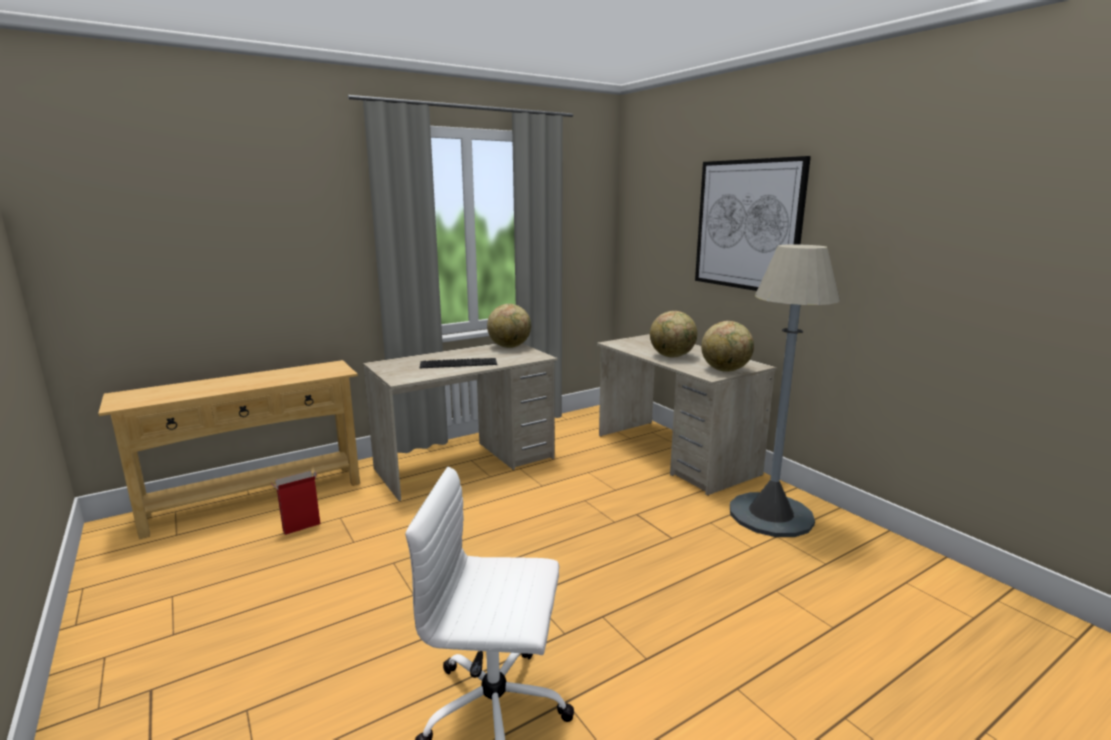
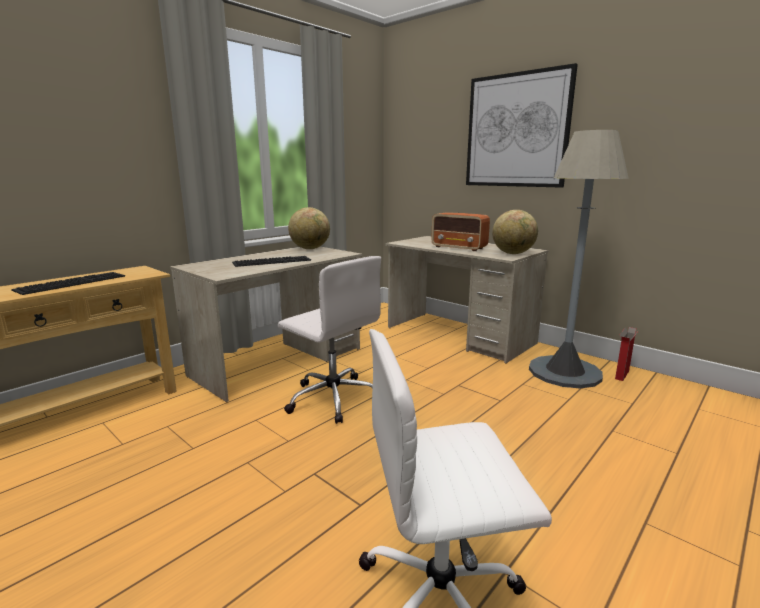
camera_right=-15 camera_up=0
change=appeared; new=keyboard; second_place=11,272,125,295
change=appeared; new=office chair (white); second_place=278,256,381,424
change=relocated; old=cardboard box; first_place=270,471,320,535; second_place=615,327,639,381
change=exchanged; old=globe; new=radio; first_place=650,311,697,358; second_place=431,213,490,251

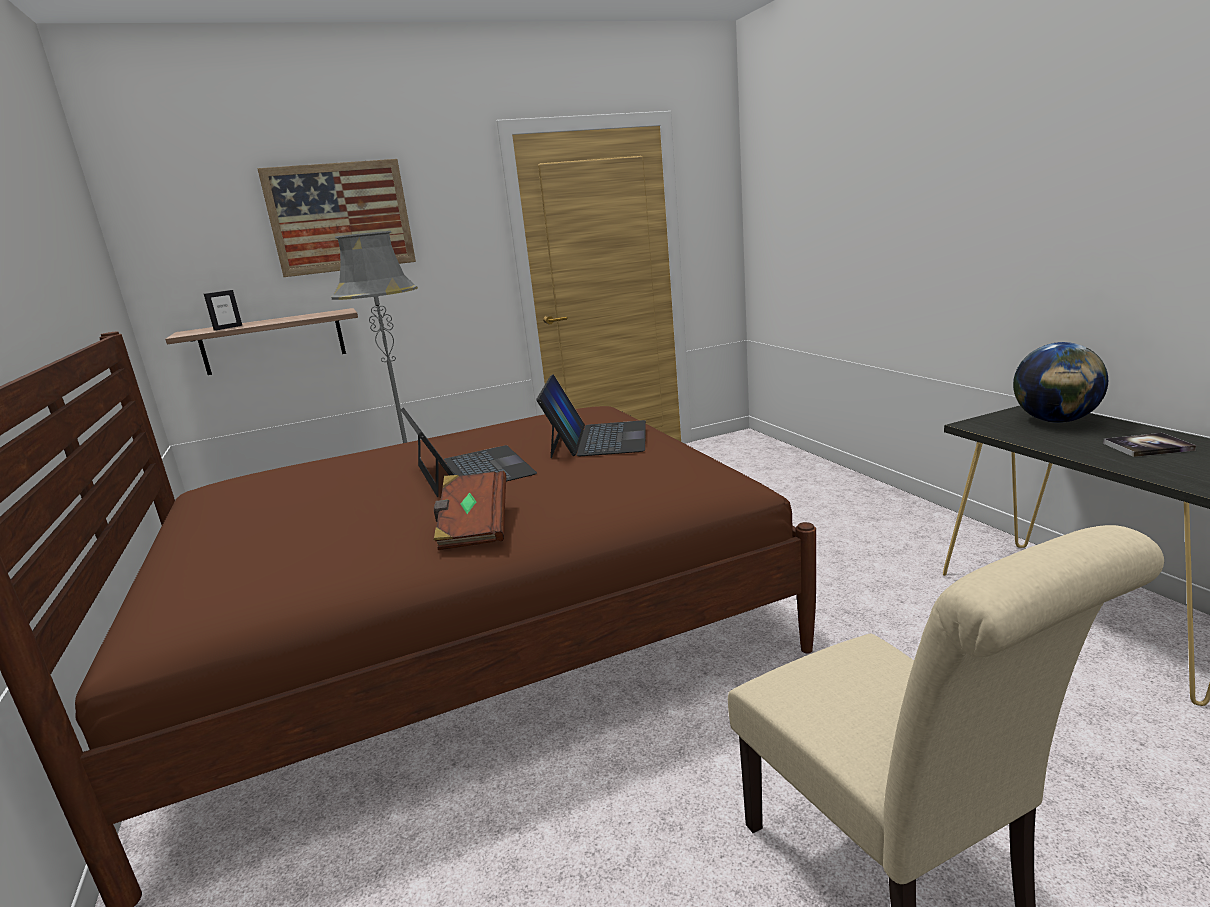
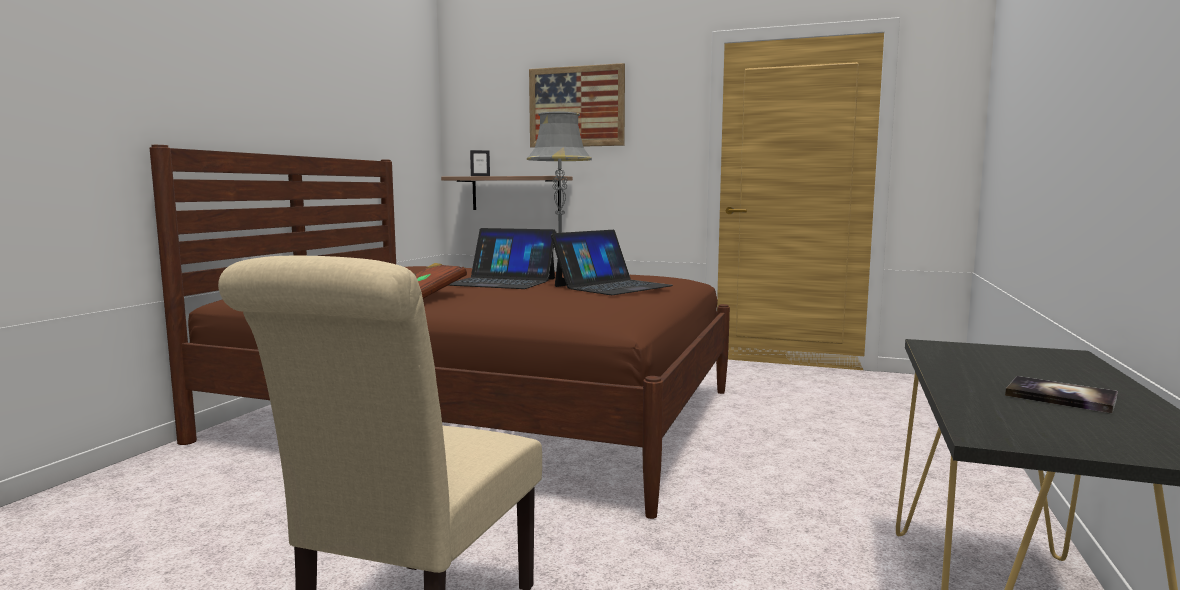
camera_right=40 camera_up=-10
change=missing; old=globe; first_place=1013,342,1108,423
change=spun; old=laptop; first_place=400,407,537,497; second_place=448,228,556,289; degrees=90

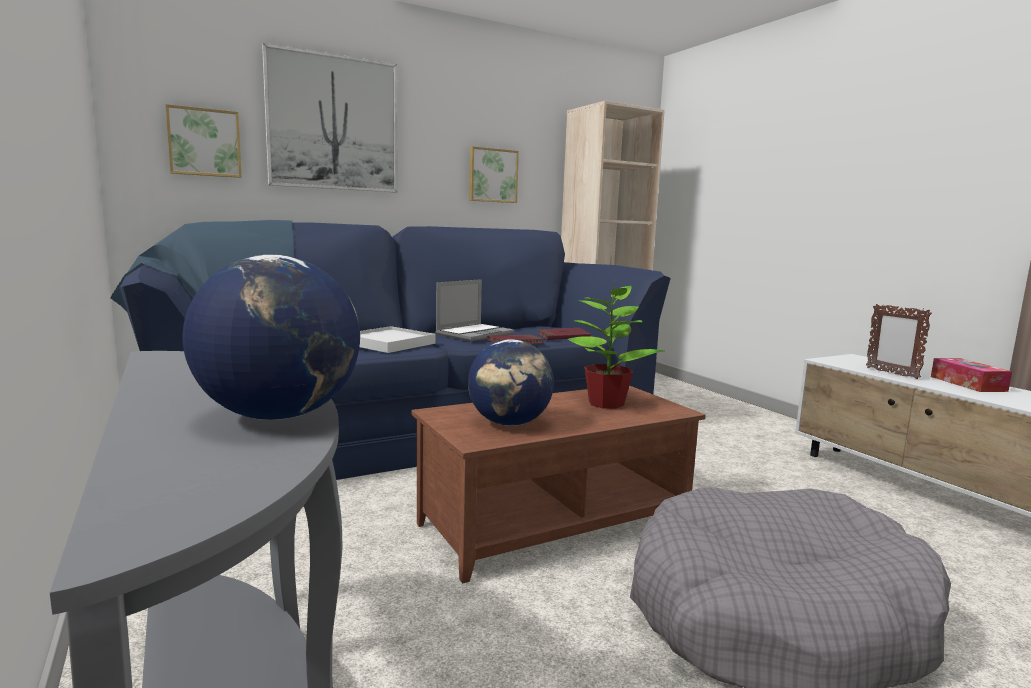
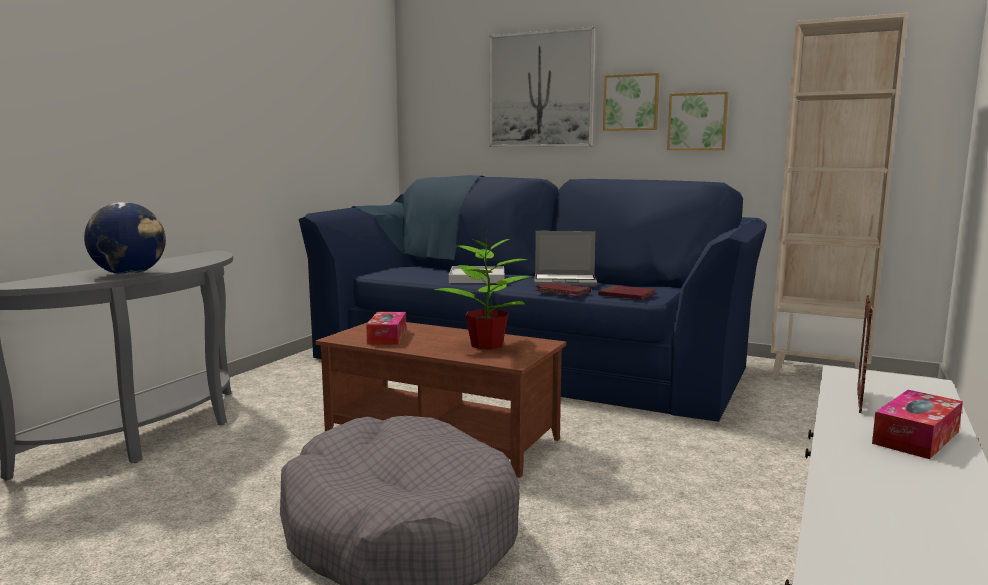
camera_right=55 camera_up=0
change=relocated; old=picture; first_place=165,104,242,178; second_place=603,73,660,131
change=exchanged; old=globe; new=tissue box; first_place=468,339,554,426; second_place=366,312,406,345

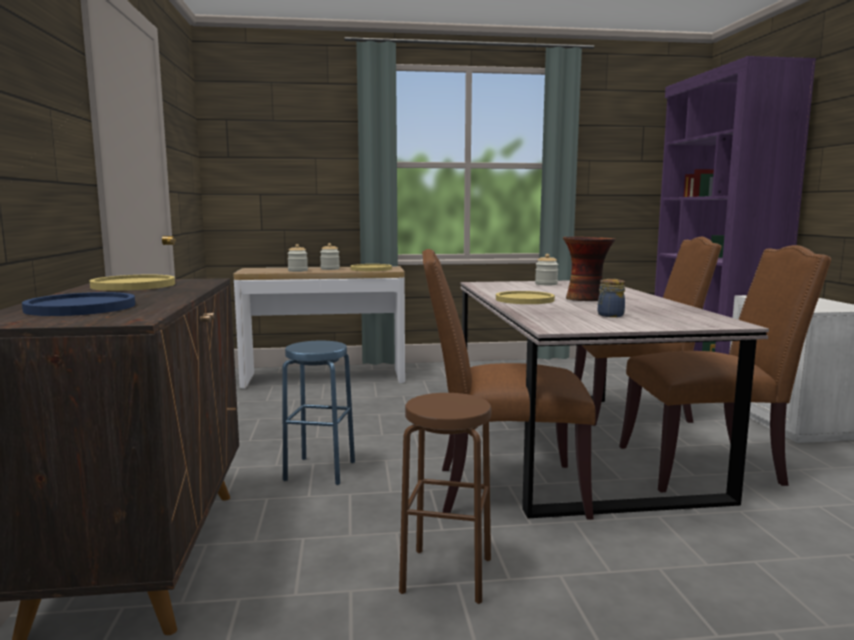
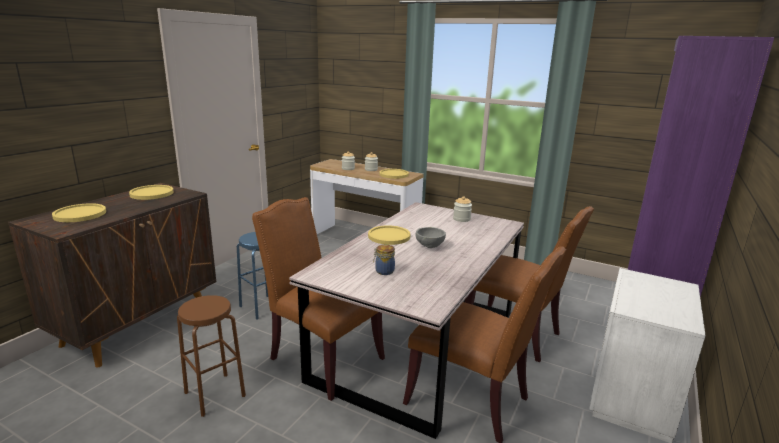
camera_right=35 camera_up=10
change=exchanged; old=vase; new=bowl (grey); first_place=563,237,615,301; second_place=416,227,446,248
change=colour; old=plate (blue); new=plate (yellow); first_place=22,292,135,316; second_place=52,203,106,222

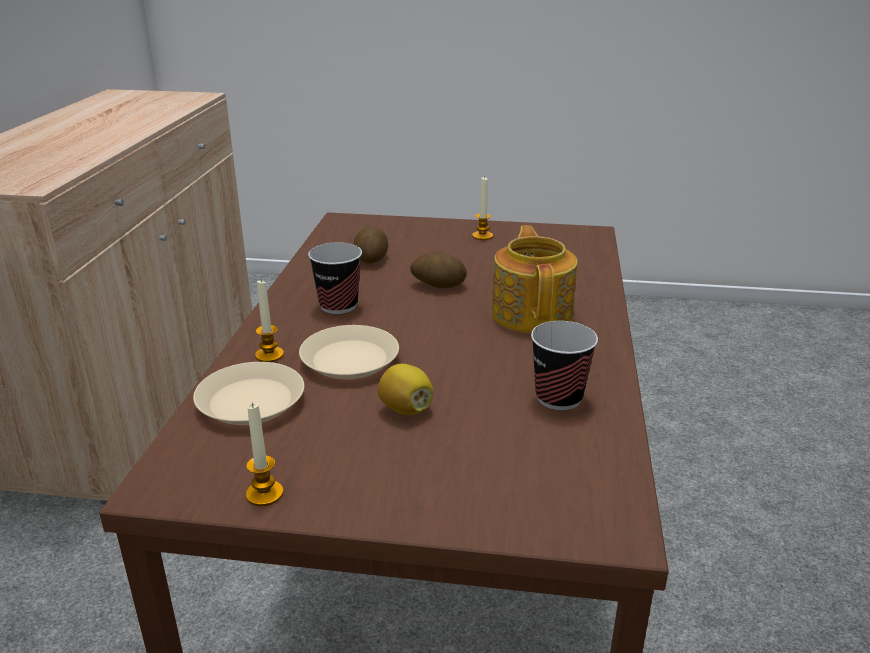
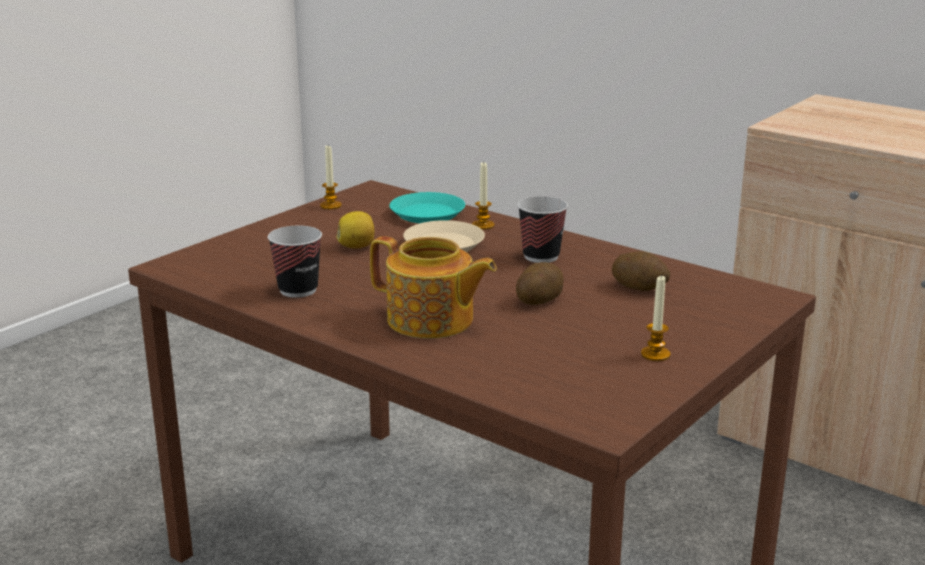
camera_right=120 camera_up=-5
change=colour; old=plate (beige); new=plate (turquoise); first_place=193,362,304,425; second_place=389,192,465,223

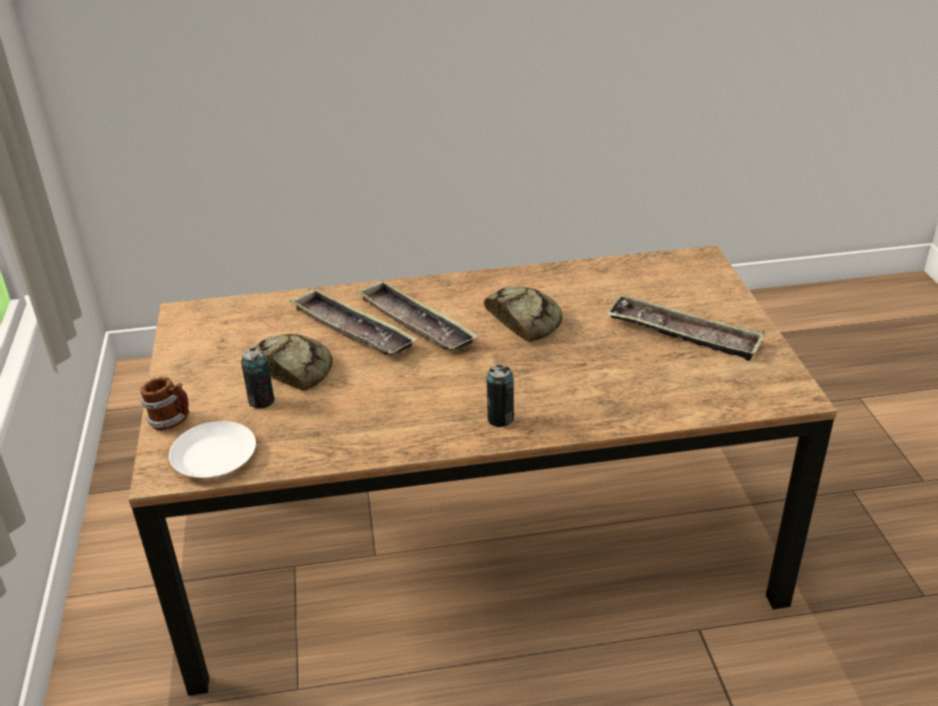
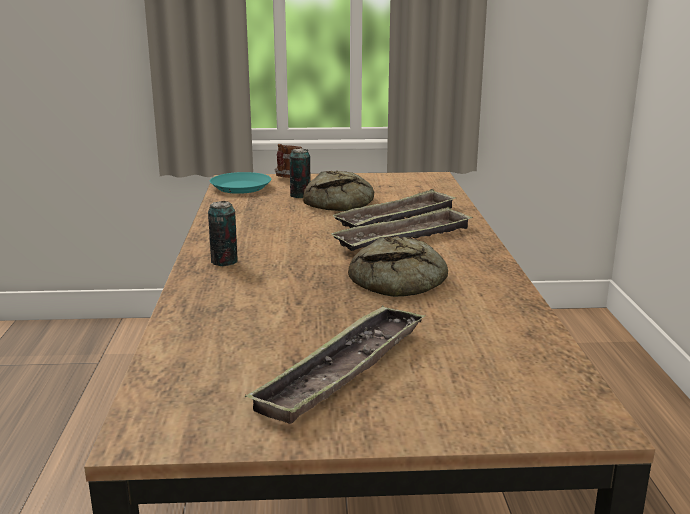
camera_right=95 camera_up=-15
change=colour; old=plate (white); new=plate (turquoise); first_place=169,421,256,478; second_place=210,172,271,194

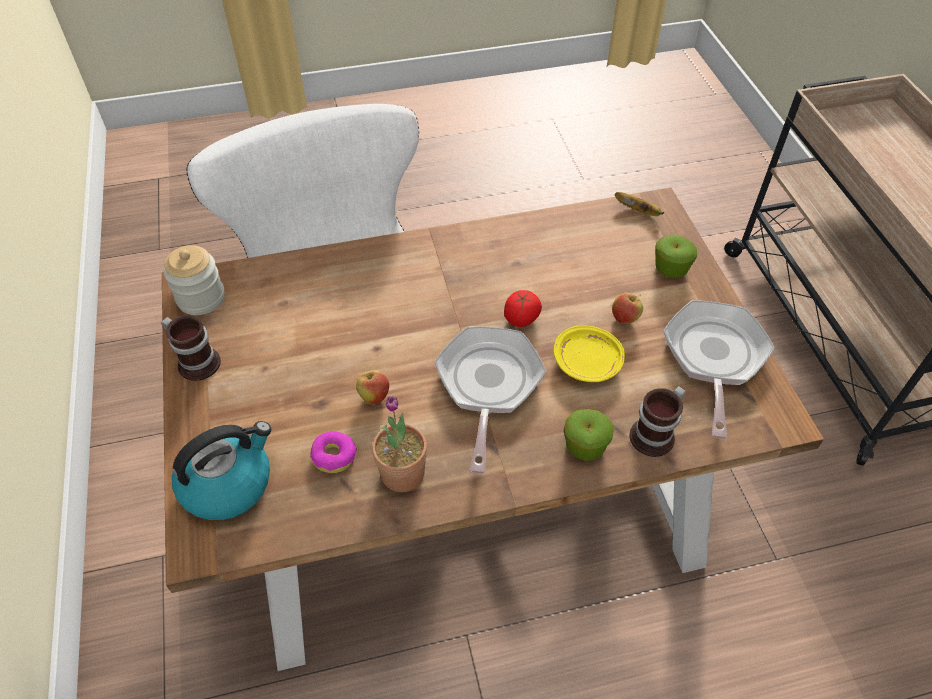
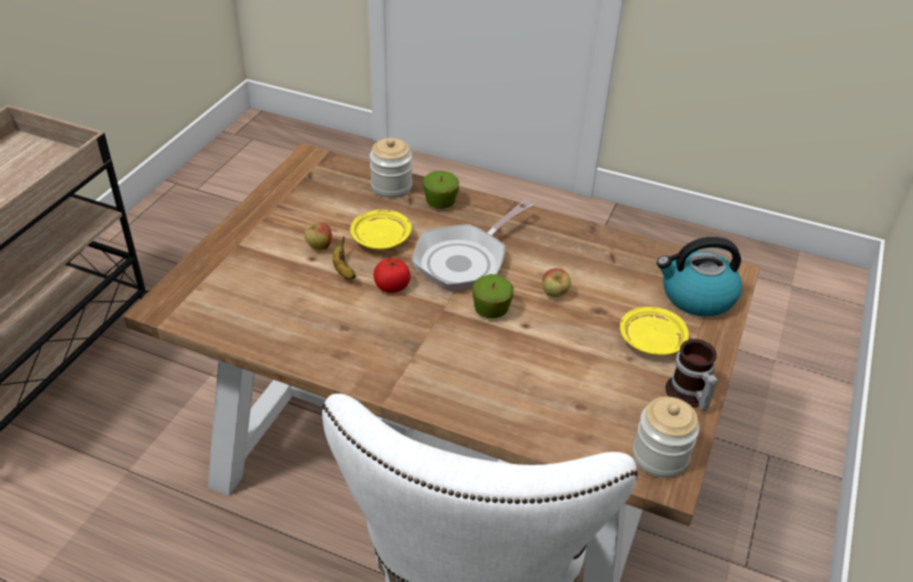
camera_right=-145 camera_up=-10
change=missing; old=donut; first_place=310,431,357,473
change=missing; old=potted plant; first_place=372,396,427,492
change=missing; old=frying pan; first_place=663,300,775,439
change=appeared; new=plate (yellow); second_place=620,307,689,355
change=relocated; old=banana; first_place=615,192,664,216; second_place=333,236,356,279
change=relocated; old=apple; first_place=655,234,697,278; second_place=473,274,514,318
change=exchanged; old=mug; new=jar; first_place=629,386,686,457; second_place=370,138,412,198

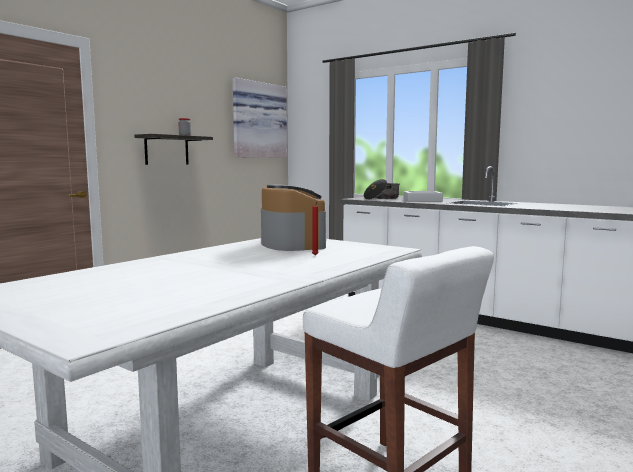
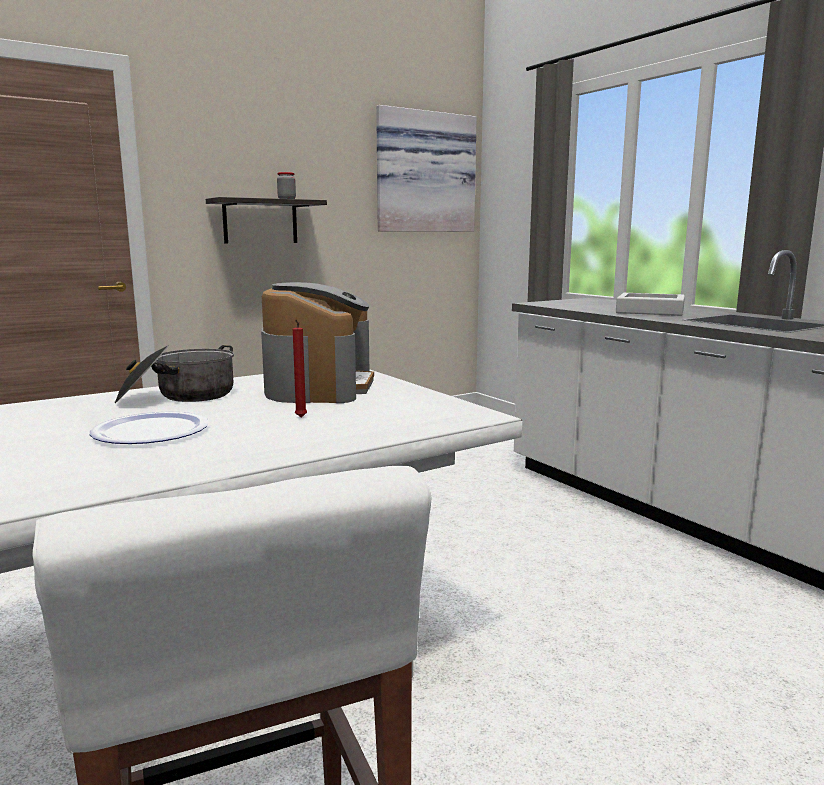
camera_right=20 camera_up=5
change=appeared; new=plate; second_place=90,412,209,444
change=relocated; old=cooking pot; first_place=364,179,400,200; second_place=114,345,234,403

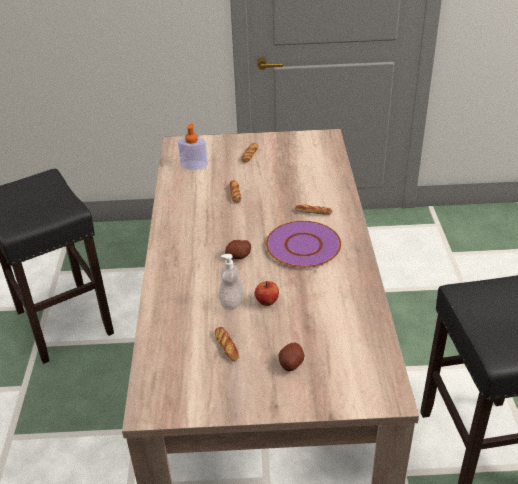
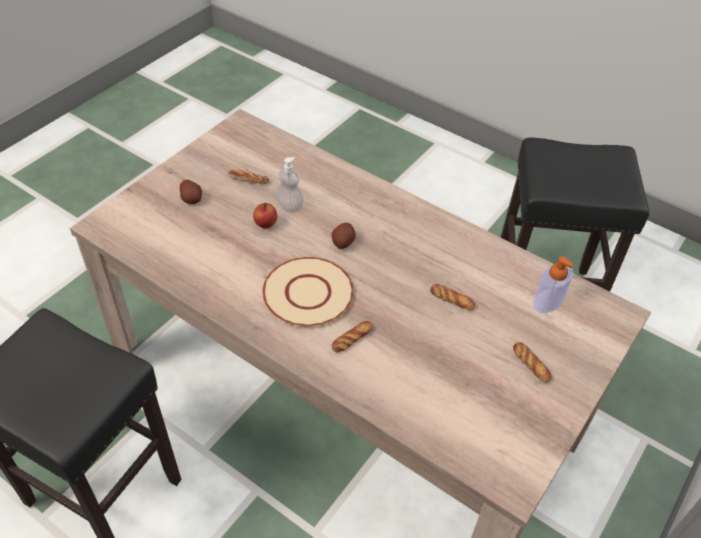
camera_right=125 camera_up=10
change=colour; old=plate (purple); new=plate (beige); first_place=266,221,341,268; second_place=262,257,354,327

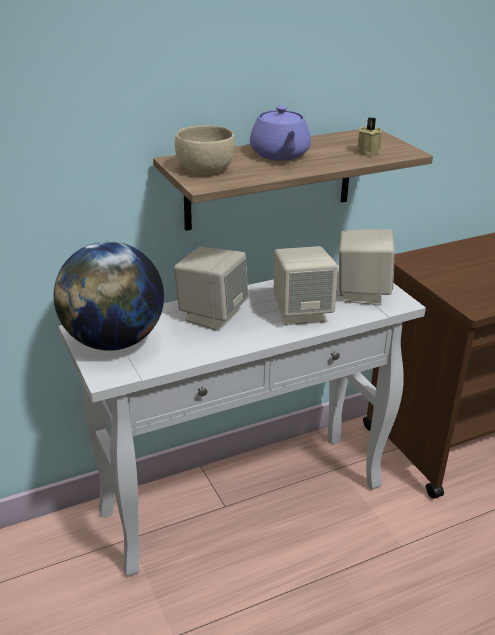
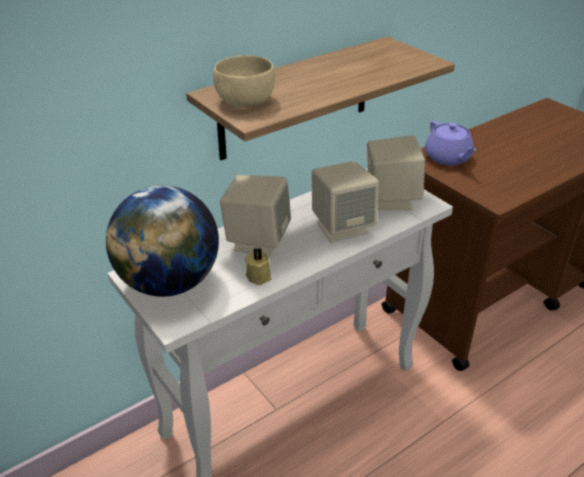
camera_right=-10 camera_up=5
change=relocated; old=teapot (purple); first_place=250,106,311,161; second_place=425,121,476,165
change=relocated; old=candle (beige); first_place=356,117,382,156; second_place=245,247,272,285

